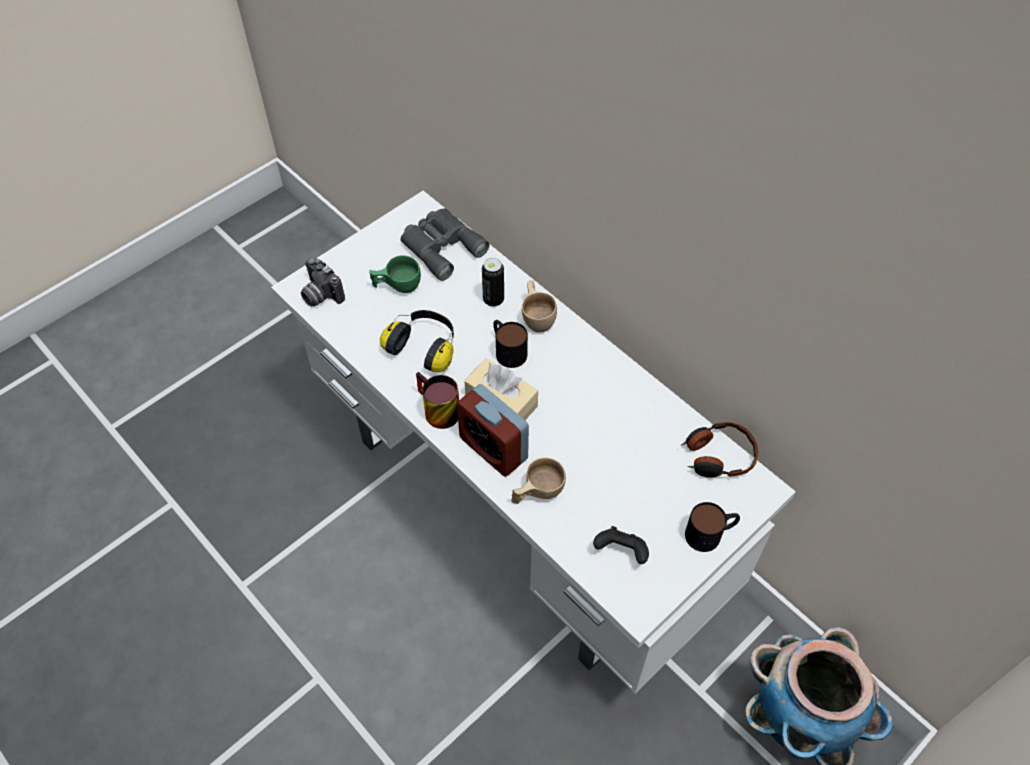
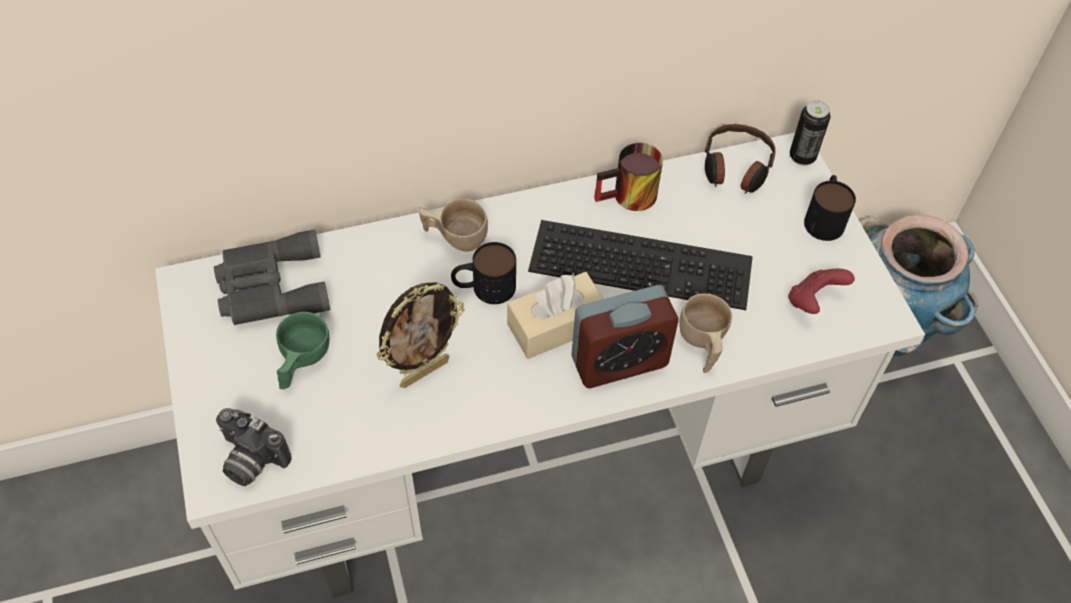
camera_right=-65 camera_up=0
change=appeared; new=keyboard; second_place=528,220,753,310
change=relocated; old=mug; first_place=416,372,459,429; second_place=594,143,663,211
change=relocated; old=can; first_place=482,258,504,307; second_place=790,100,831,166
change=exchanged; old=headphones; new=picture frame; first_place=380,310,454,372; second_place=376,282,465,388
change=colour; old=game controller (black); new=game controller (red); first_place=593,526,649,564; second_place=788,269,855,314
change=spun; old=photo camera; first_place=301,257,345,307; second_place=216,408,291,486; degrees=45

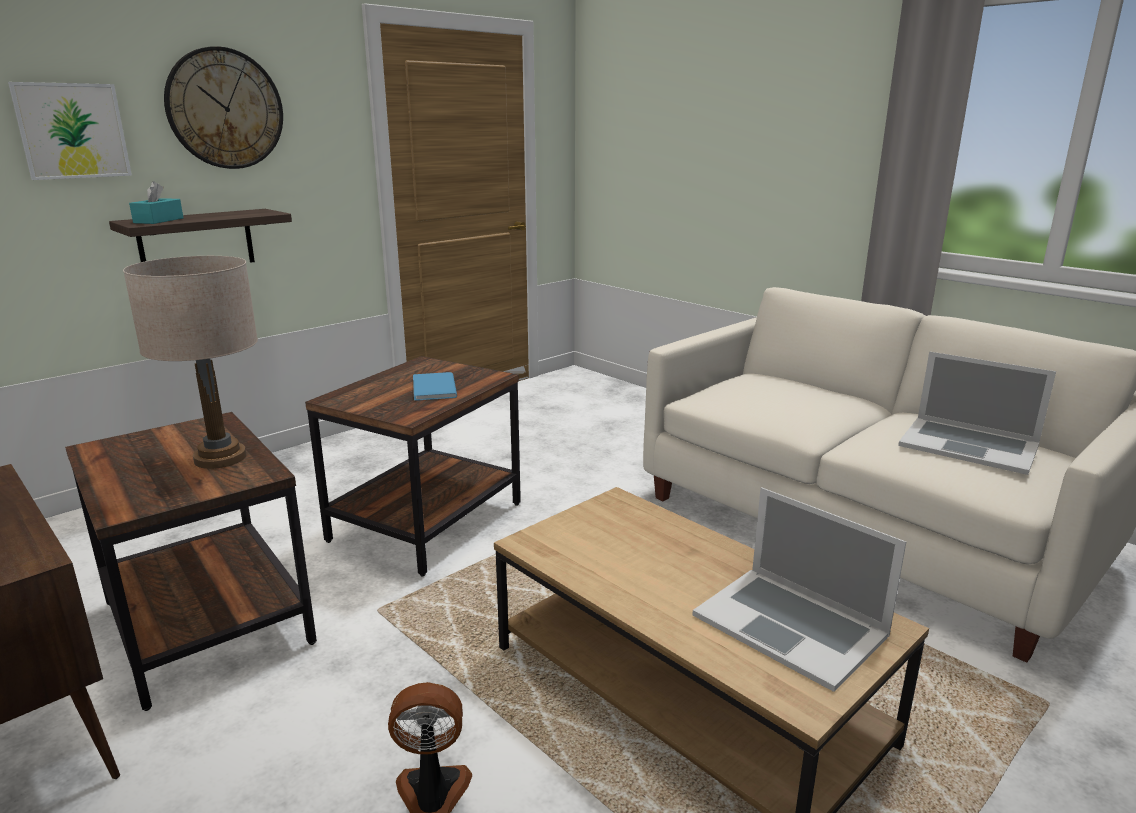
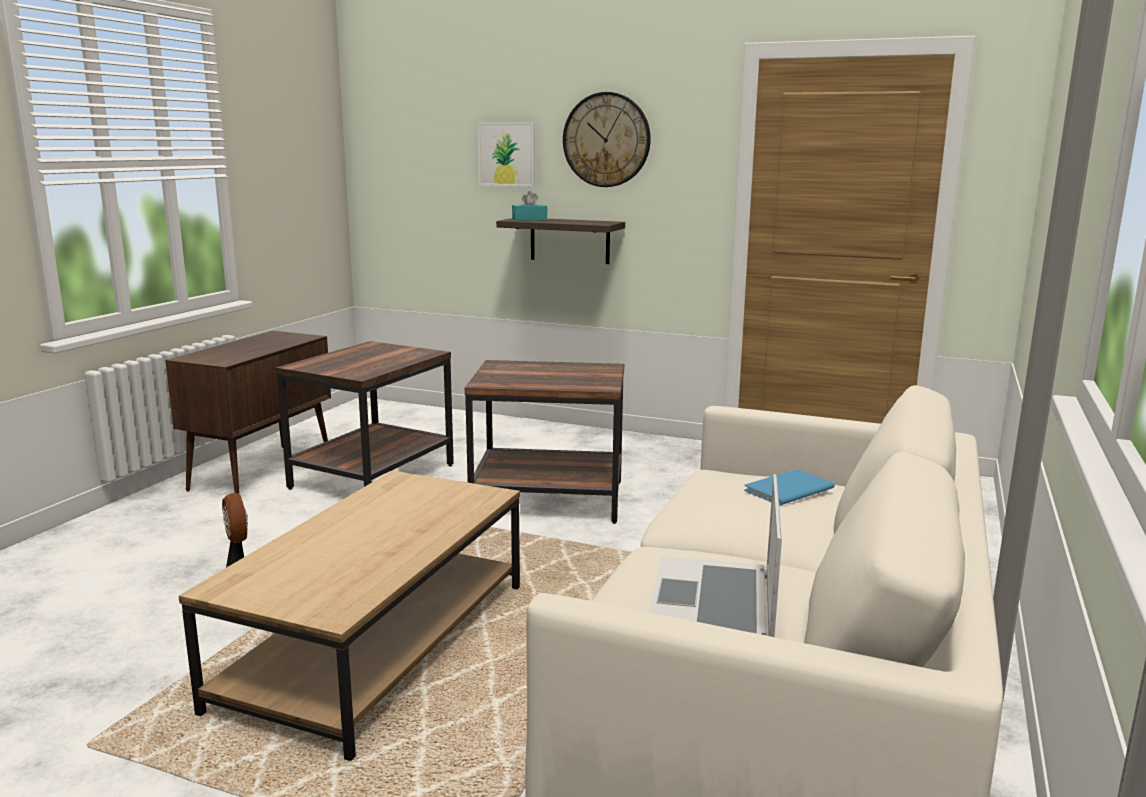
camera_right=65 camera_up=-5
change=missing; old=table lamp (beige); first_place=123,256,258,469
change=missing; old=laptop; first_place=692,487,906,692
change=relocated; old=book (blue); first_place=413,372,457,401; second_place=744,469,835,506

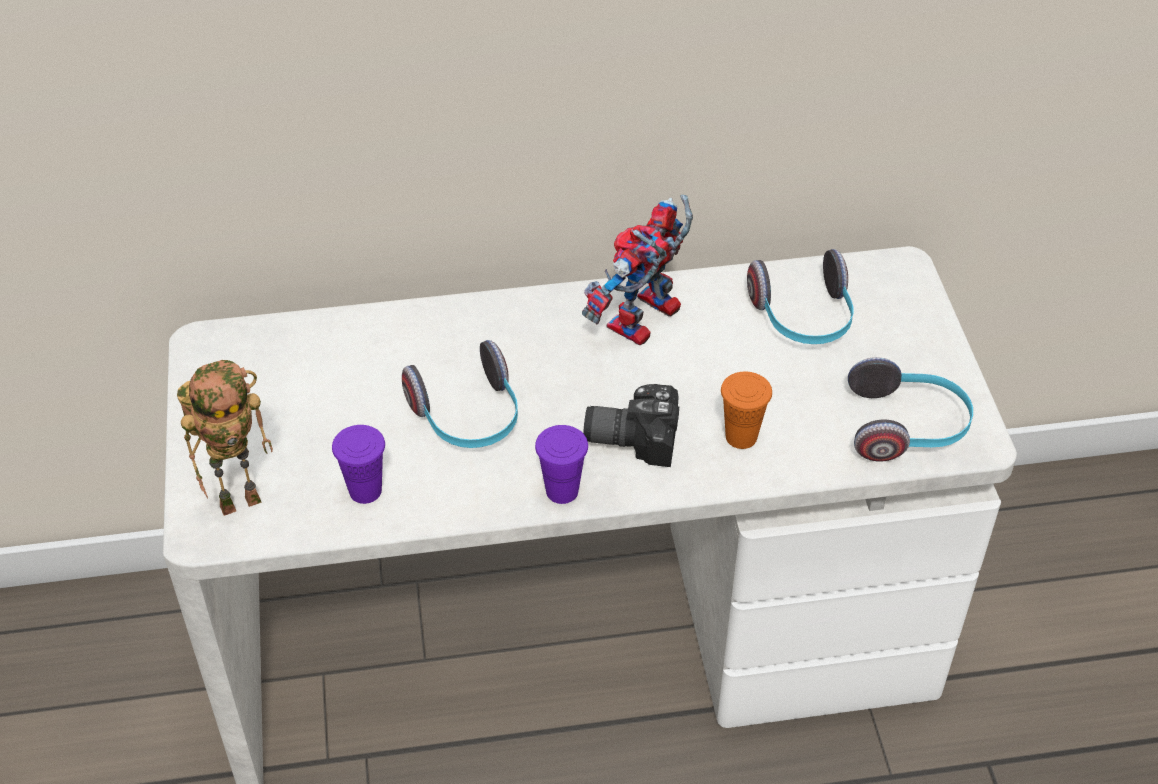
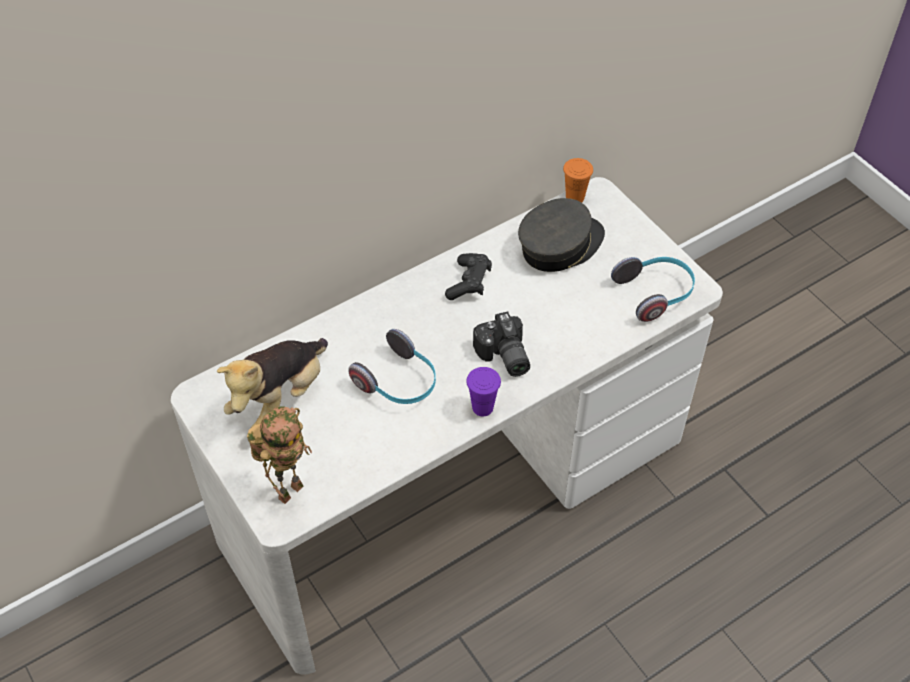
camera_right=-25 camera_up=5
change=missing; old=cup (purple); first_place=332,425,385,504
change=appeared; new=plush toy; second_place=217,338,328,428
change=relocated; old=cup (orange); first_place=721,372,772,449; second_place=563,158,593,203
change=exchanged; old=toy robot; new=game controller (black); first_place=582,194,693,345; second_place=445,253,492,300
change=exchanged; old=headphones; new=cap (grey); first_place=747,249,854,344; second_place=518,198,605,272
change=spun; old=photo camera; first_place=583,384,679,467; second_place=473,312,530,377; degrees=-90

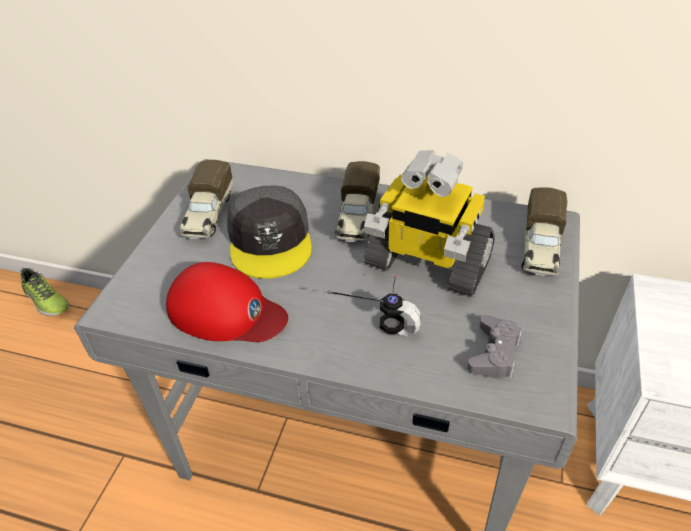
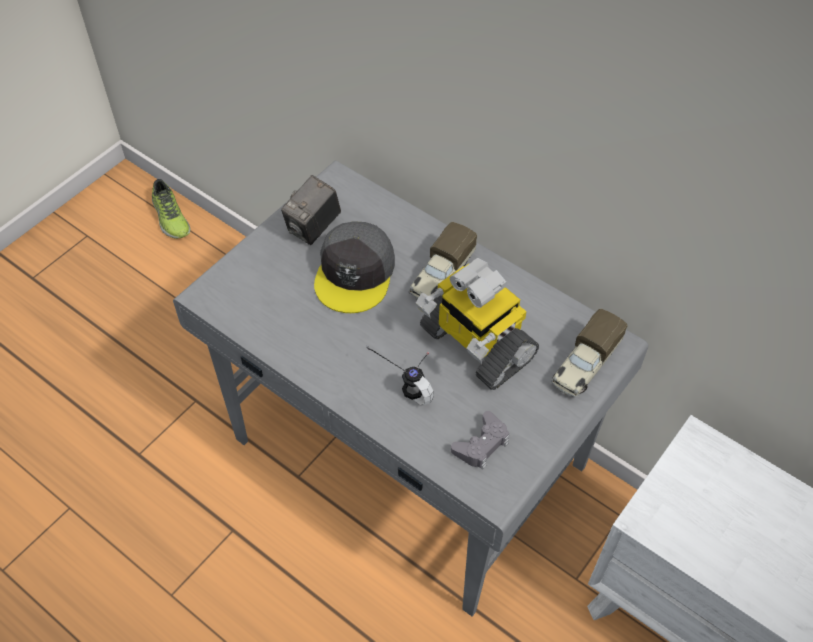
camera_right=20 camera_up=10
change=missing; old=cap (red); first_place=166,262,288,342
change=exchanged; old=toy truck; new=photo camera; first_place=179,160,233,239; second_place=281,175,341,245

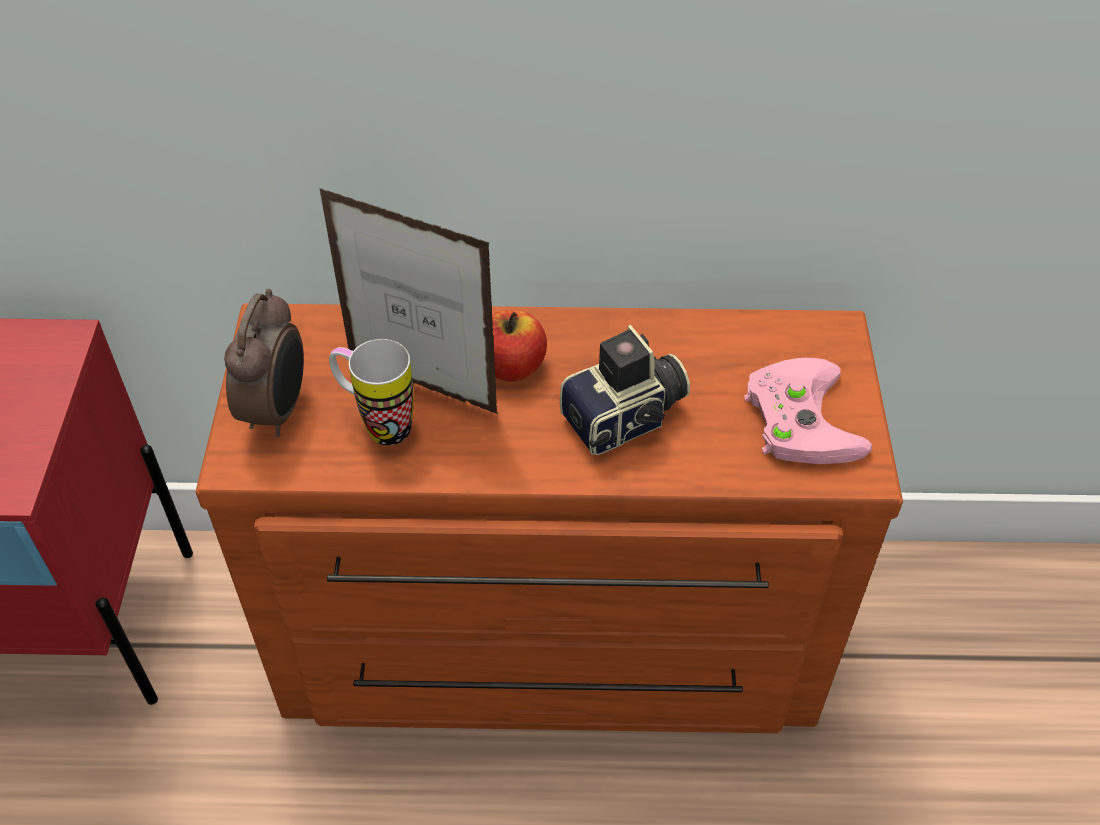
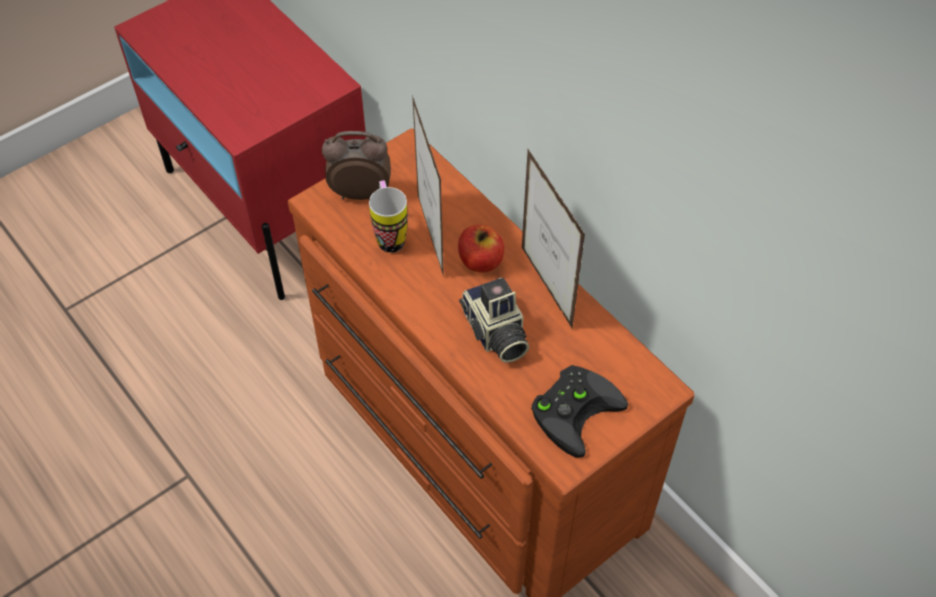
camera_right=50 camera_up=5
change=appeared; new=picture frame; second_place=522,149,585,329
change=colour; old=game controller (pink); new=game controller (black); first_place=744,358,872,464; second_place=531,365,628,458
change=spun; old=alarm clock; first_place=224,289,304,437; second_place=322,131,391,200; degrees=-150
change=spun; old=photo camera; first_place=560,325,690,455; second_place=459,277,529,363; degrees=45

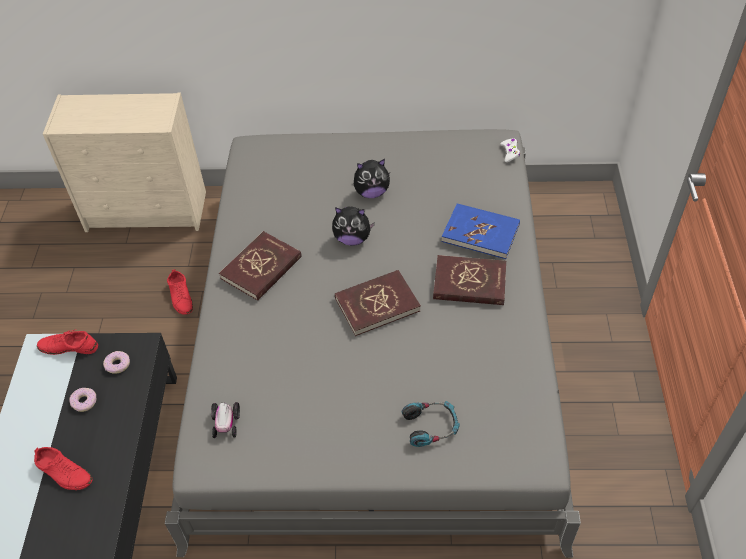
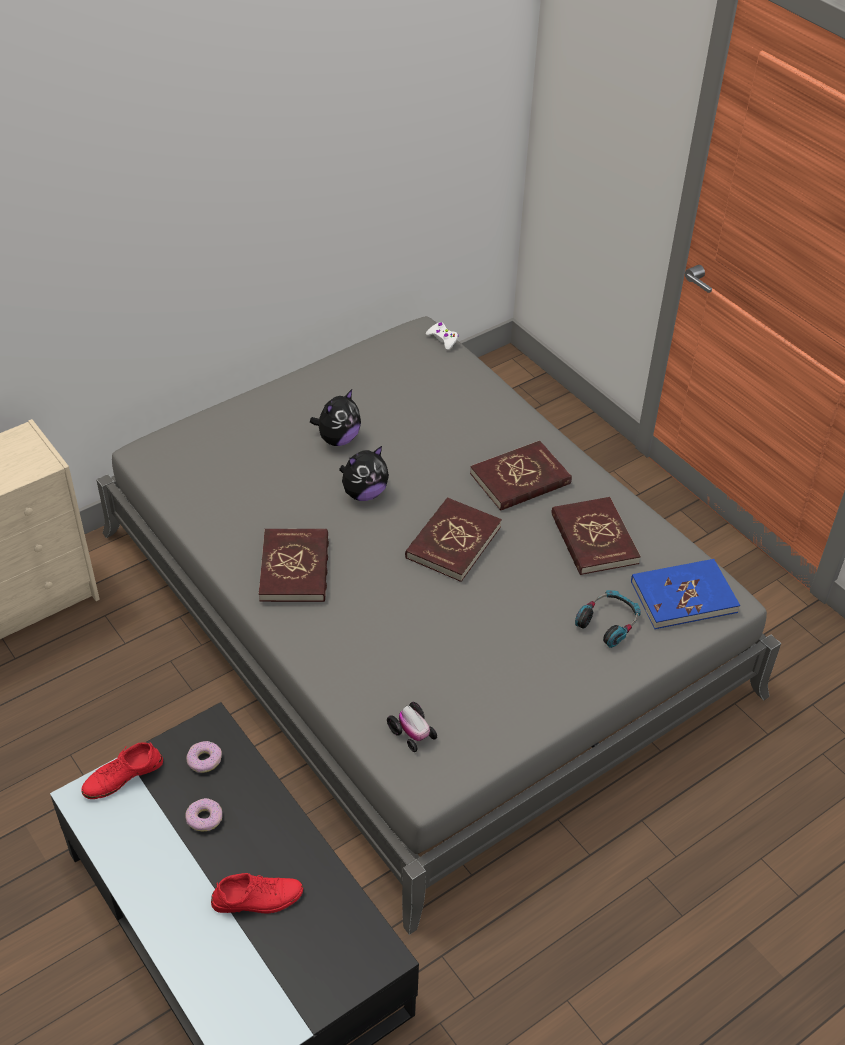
camera_right=-40 camera_up=-5
change=missing; old=shoe (red); first_place=167,269,193,315
change=appeared; new=book (red); second_place=552,497,641,575
change=relocated; old=book (blue); first_place=441,203,520,259; second_place=631,559,740,629

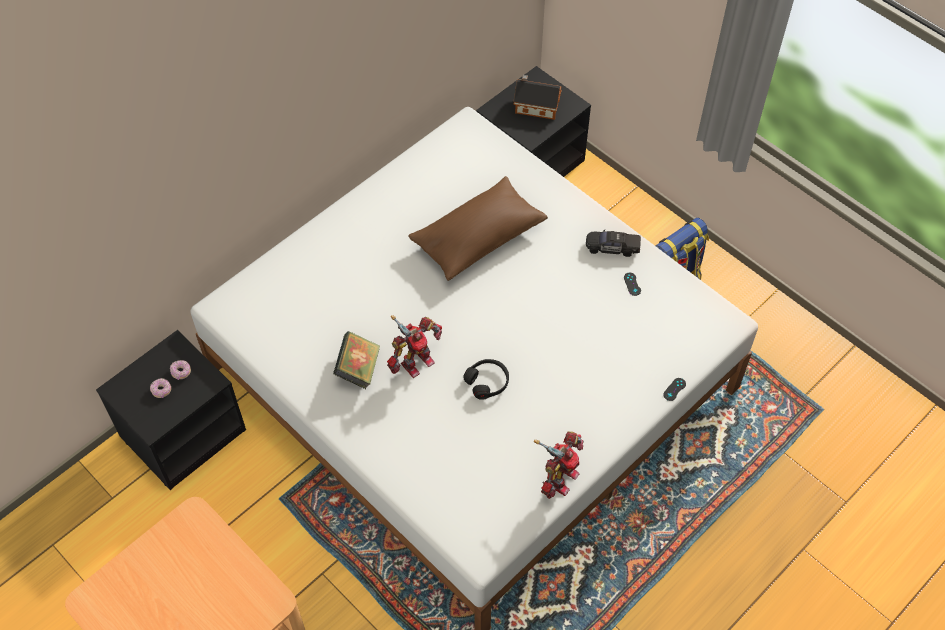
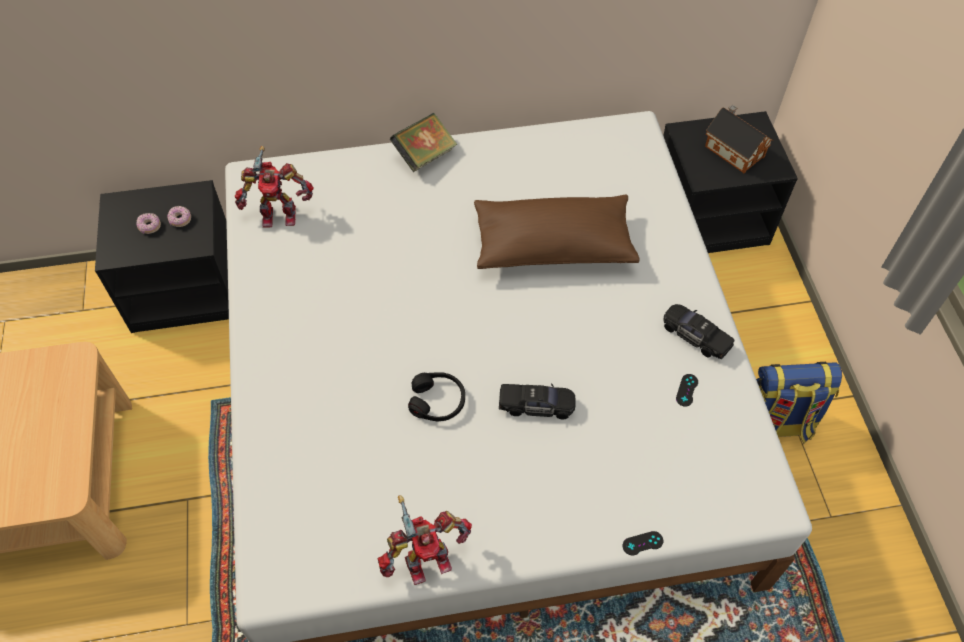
camera_right=35 camera_up=0
change=appeared; new=toy car (black); second_place=499,383,576,420
change=relocated; old=book; first_place=333,331,380,389; second_place=390,113,457,172
change=relocated; old=toy robot; first_place=387,315,442,378; second_place=235,146,314,228

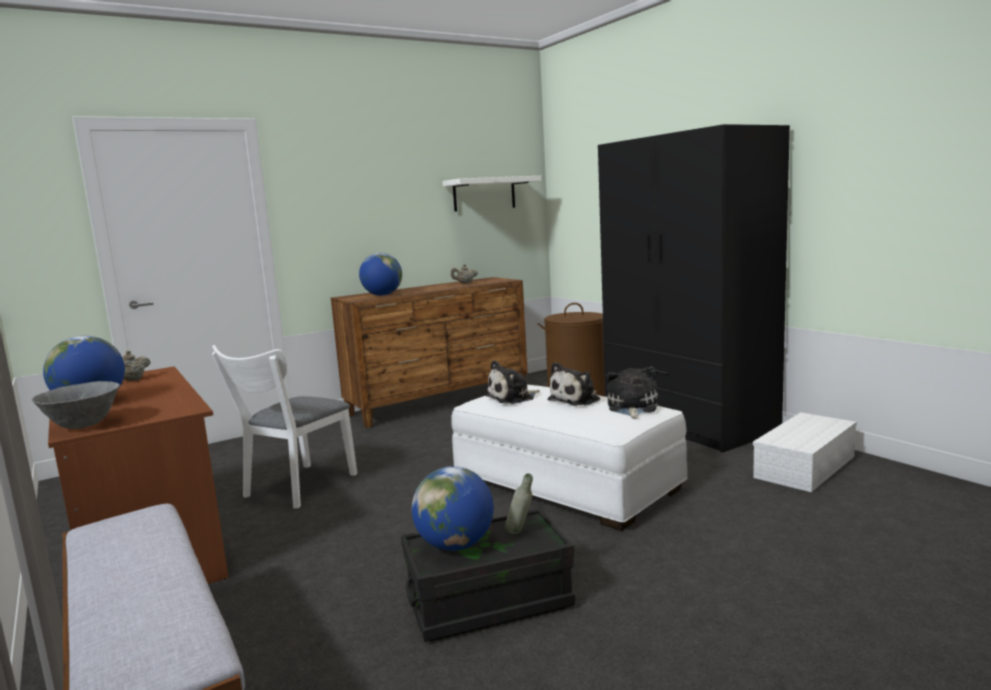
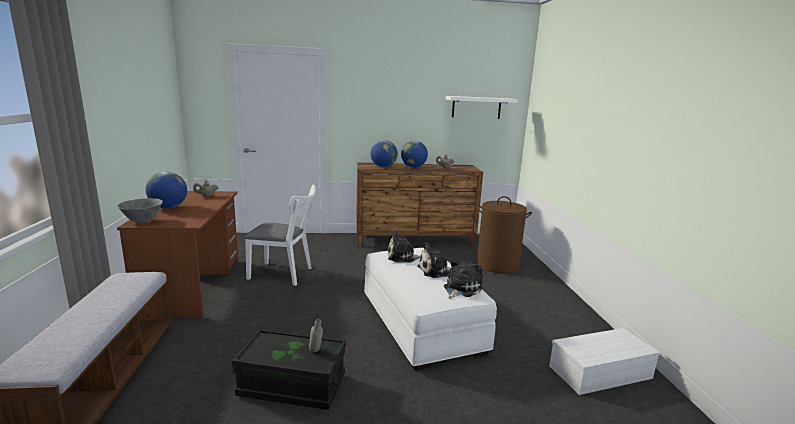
camera_right=25 camera_up=5
change=missing; old=wardrobe (black); first_place=598,124,790,453
change=relocated; old=globe; first_place=412,466,494,551; second_place=401,141,428,168
change=spun; old=chair (white); first_place=212,345,358,508; second_place=244,185,316,286; degrees=-135

